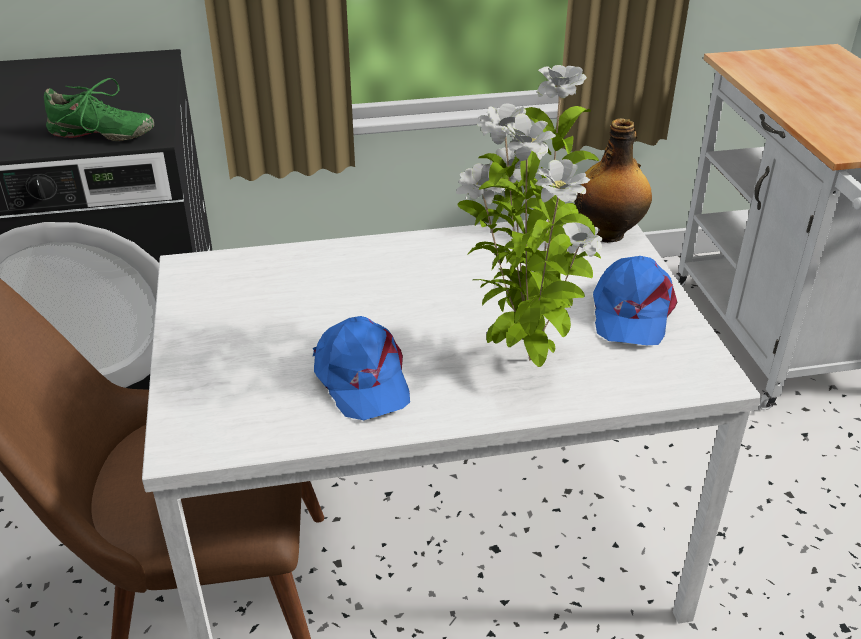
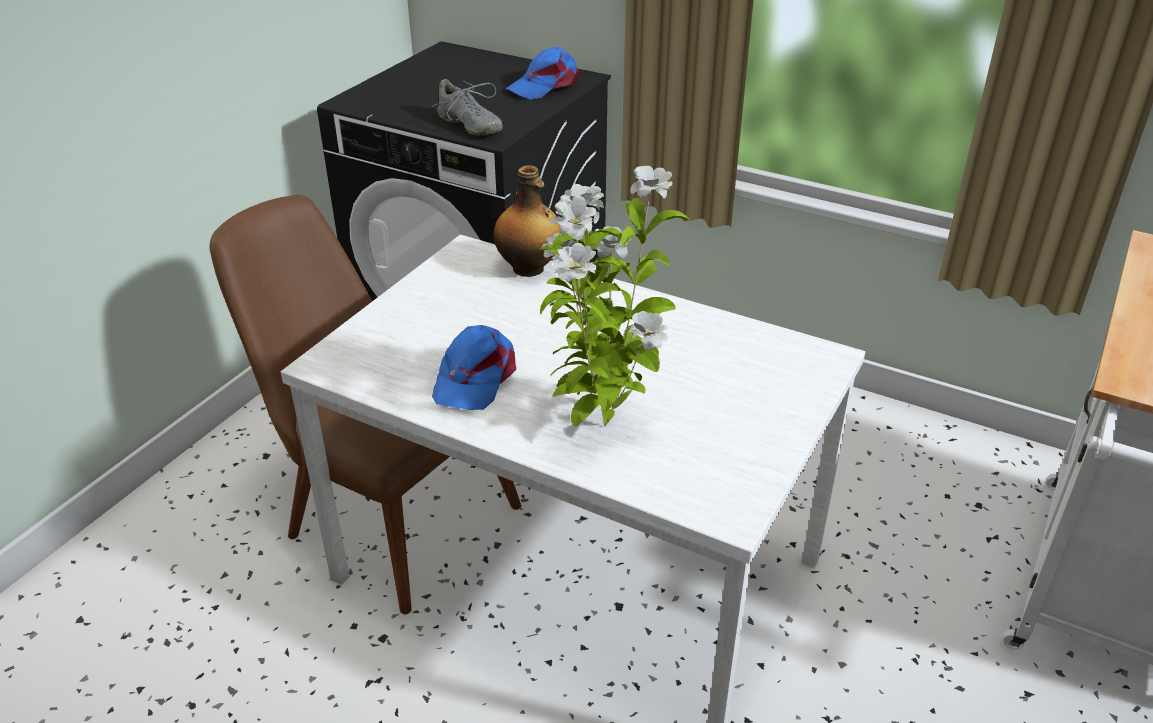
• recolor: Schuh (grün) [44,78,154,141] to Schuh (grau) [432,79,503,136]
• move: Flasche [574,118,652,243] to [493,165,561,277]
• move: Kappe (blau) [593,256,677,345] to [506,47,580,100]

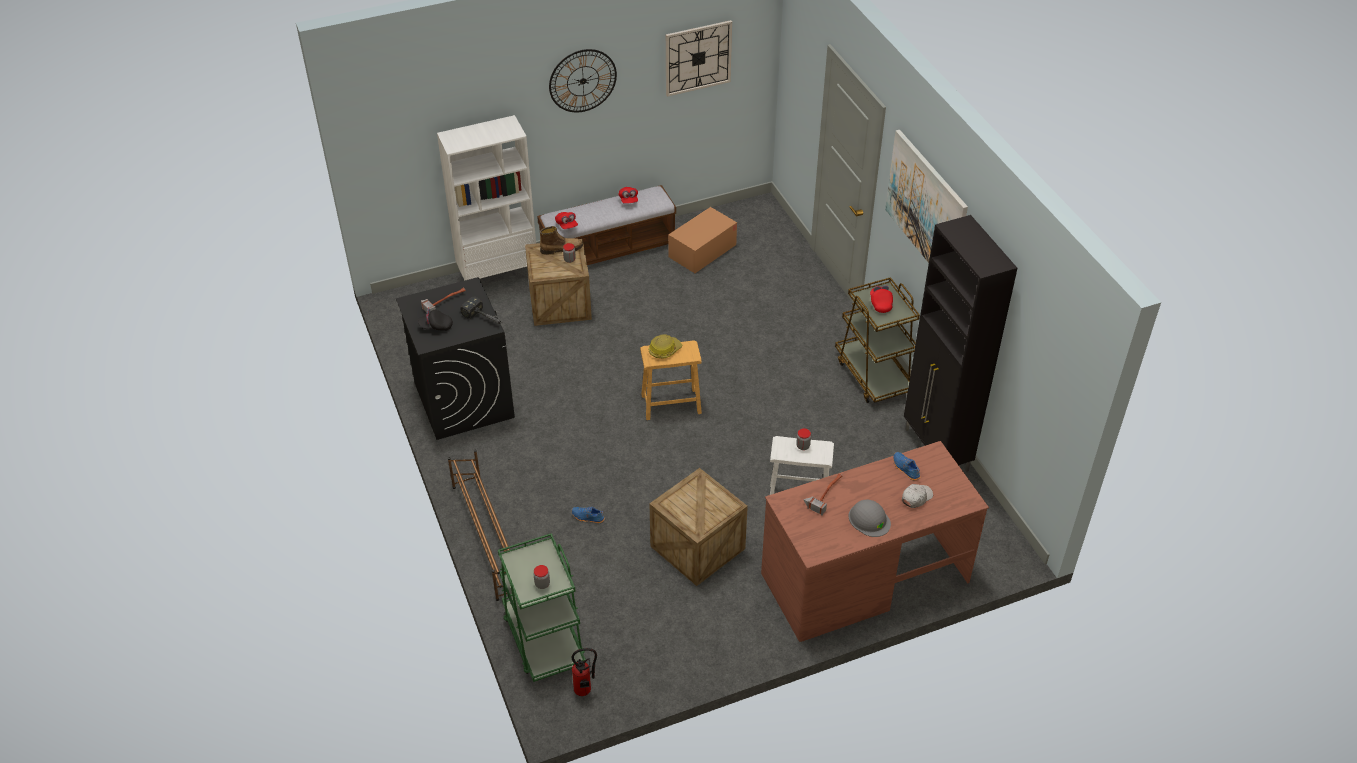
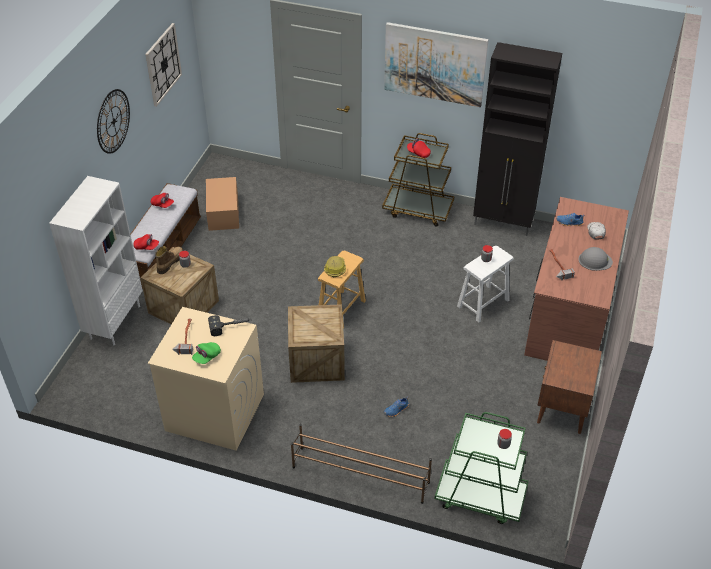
• recolor: Waschmaschine (schwarz) [396,277,515,440] to Waschmaschine (beige) [148,307,264,451]
• recolor: Kappe (schwarz) [418,308,453,331] to Kappe (grün) [192,342,221,364]
• move: Kiste [649,468,748,586] to [288,304,345,383]
• insert: Nachttisch (braun) [537,340,602,434]
• delete: Feuerlöscher [572,648,597,696]

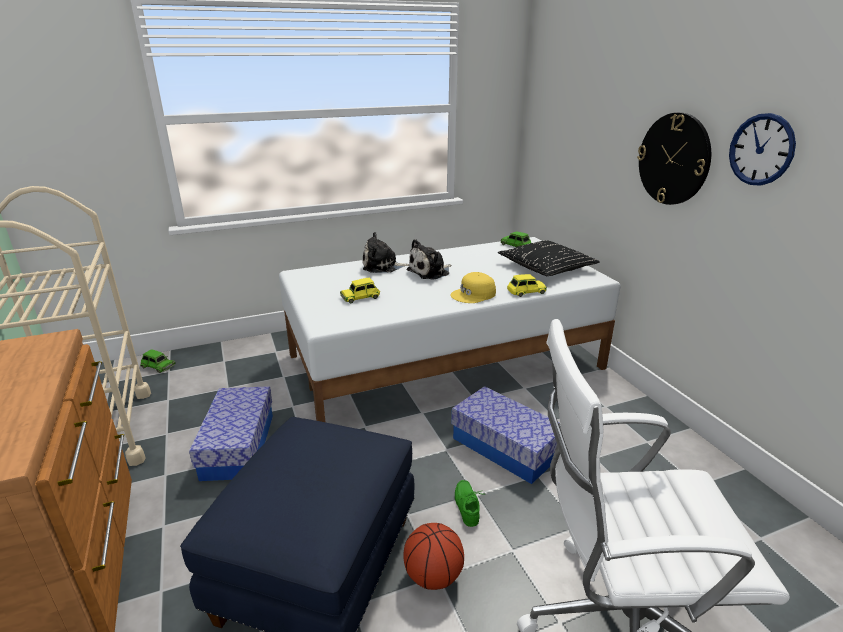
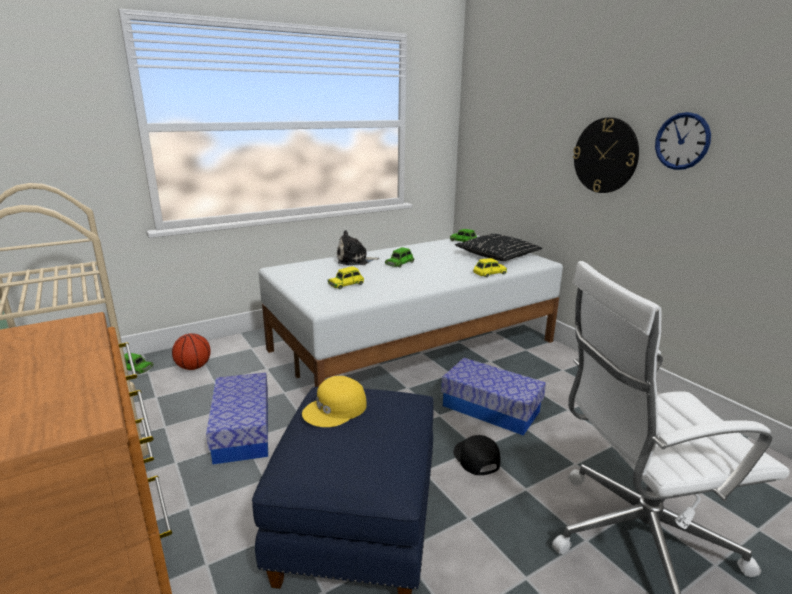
• move: Basketball [403,523,464,590] to [172,333,211,370]
• move: Kappe (gelb) [451,272,496,303] to [302,376,367,427]
• replace: Plüschtier [406,239,452,280] to Spielzeugauto (grün) [385,247,414,268]
• replace: Schuh (grün) [455,480,485,527] to Kappe (schwarz) [454,435,501,475]

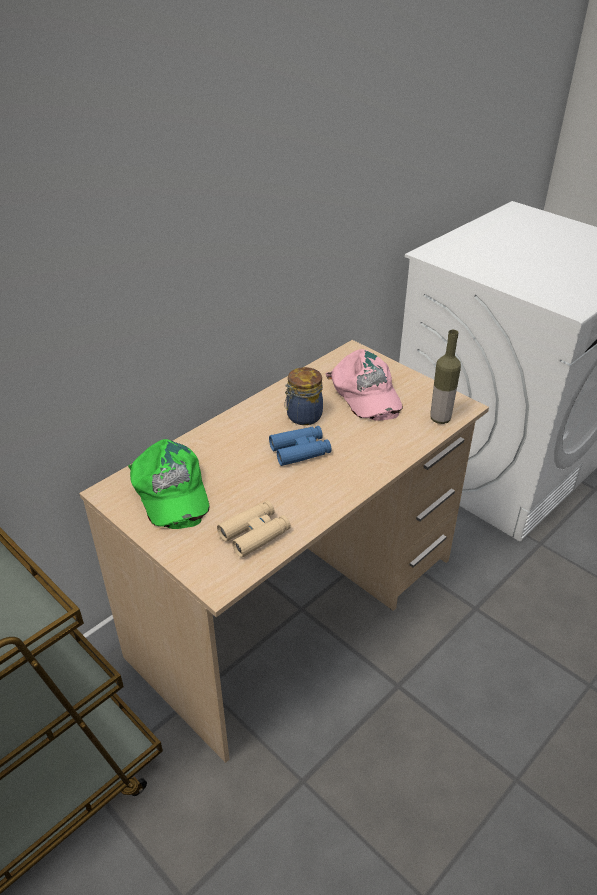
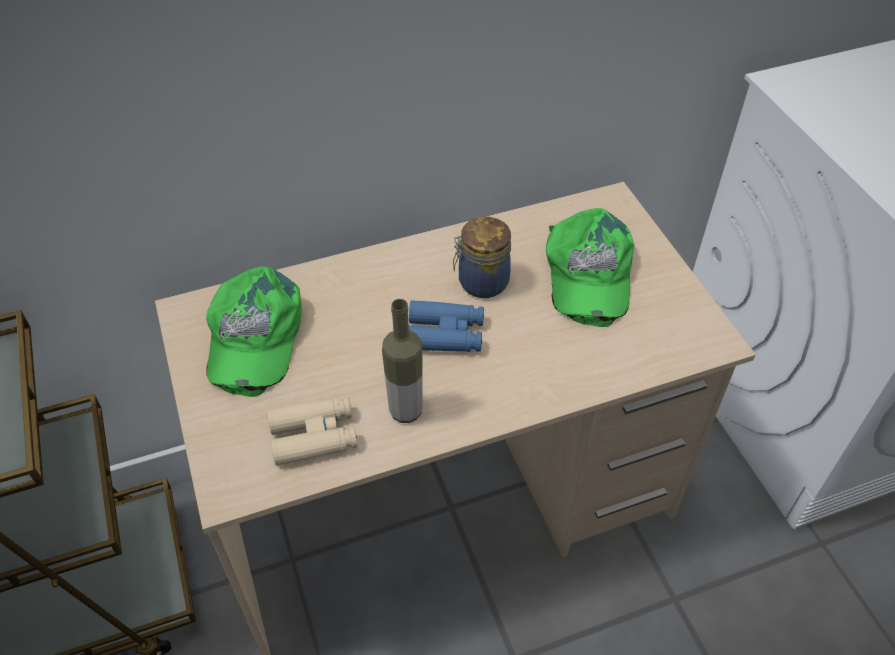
• move: Flasche [431,330,461,424] to [382,299,423,423]
• recolor: Kappe (rosa) [325,349,403,421] to Kappe (grün) [546,208,634,327]

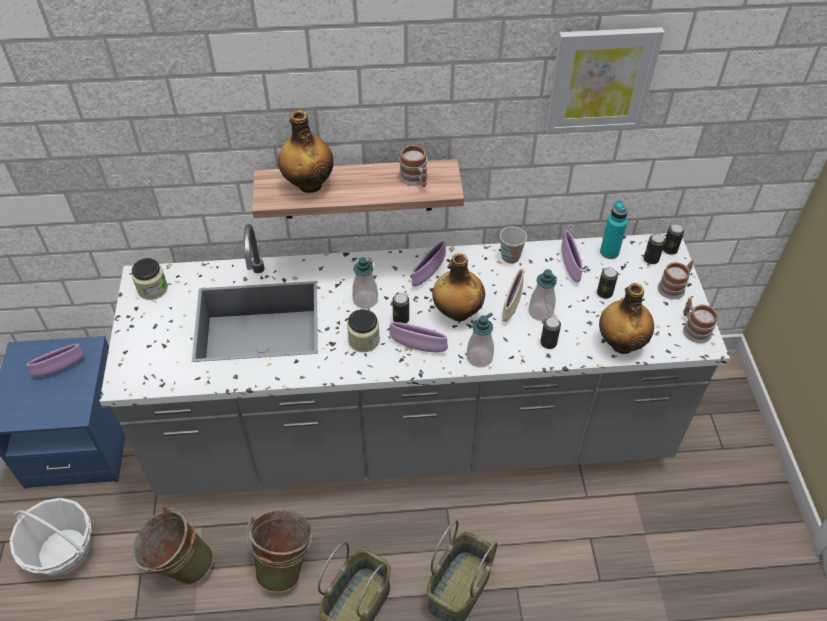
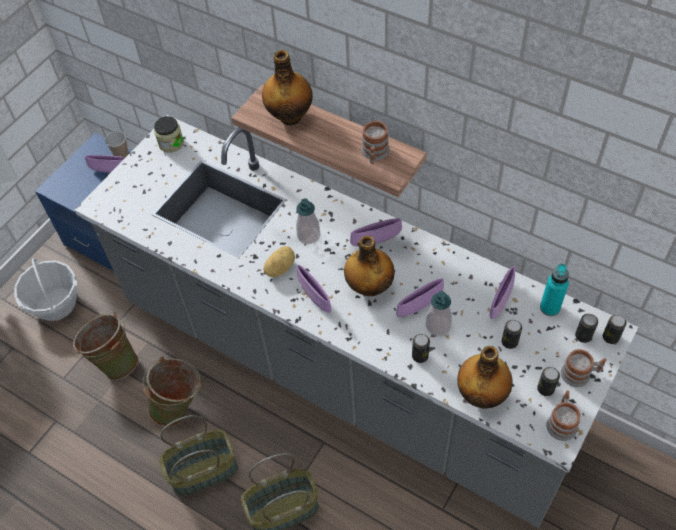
• move: Tasse [500,226,527,264] to [105,131,128,158]
• replace: Vorratsglas [347,309,380,352] to Kartoffel [263,246,295,277]
• recolor: Schüssel (beige) [502,268,524,321] to Schüssel (lila) [396,278,444,317]
• move: Dose [392,293,409,323] to [537,367,560,396]
• delete: Seifenspender [467,313,494,367]
• delete: Bild [546,27,664,133]

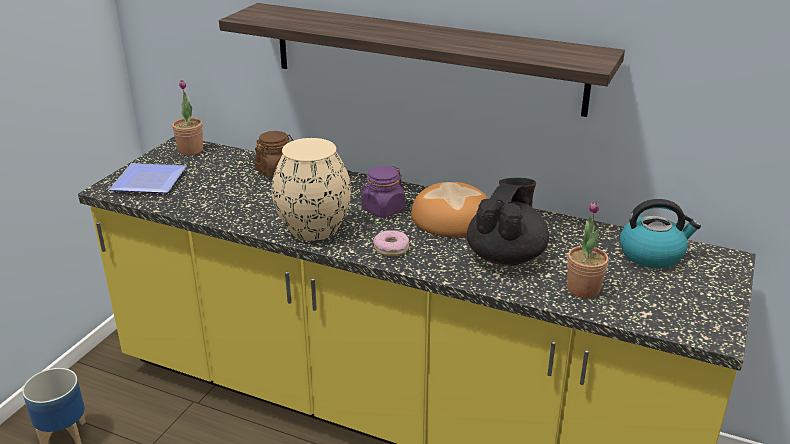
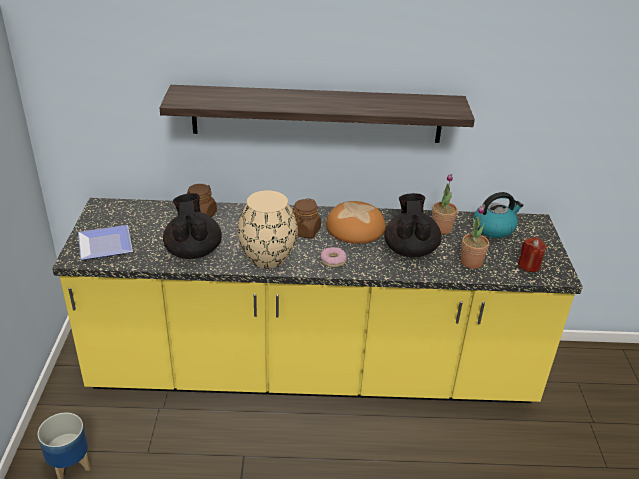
• insert: Teekanne (schwarz) [163,193,222,259]
• recolor: Vorratsglas (lila) [361,166,406,218] to Vorratsglas (braun) [293,198,321,239]
• move: Topfpflanze [172,80,203,155] to [432,174,458,234]
• insert: Kerze (rot) [518,237,547,272]

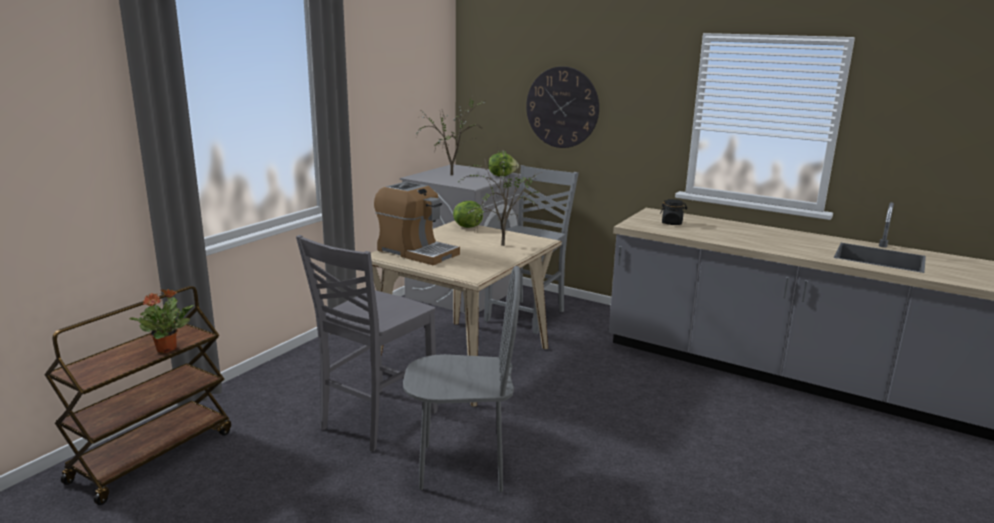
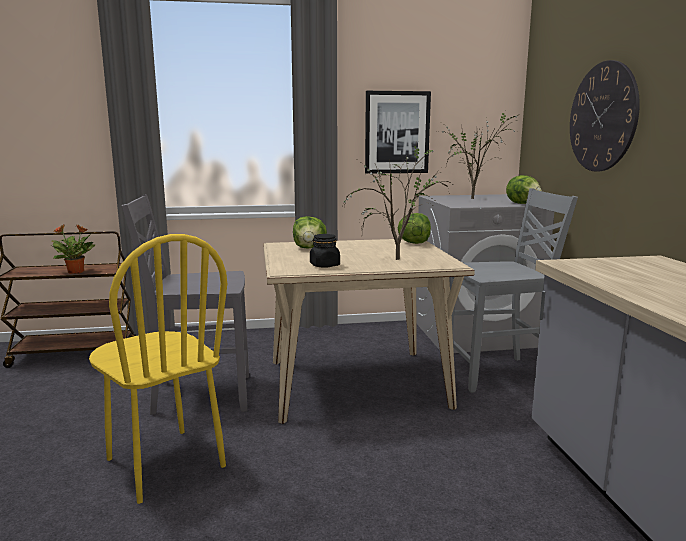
• recolor: Stuhl (grau) [403,266,521,492] to Stuhl (gelb) [89,234,227,504]
• replace: Kaffeemaschine [374,182,460,265] to Salatkopf [293,216,327,249]
• move: Vorratsglas (schwarz) [660,199,687,225] to [310,234,340,268]
• insert: Bild [365,91,431,174]

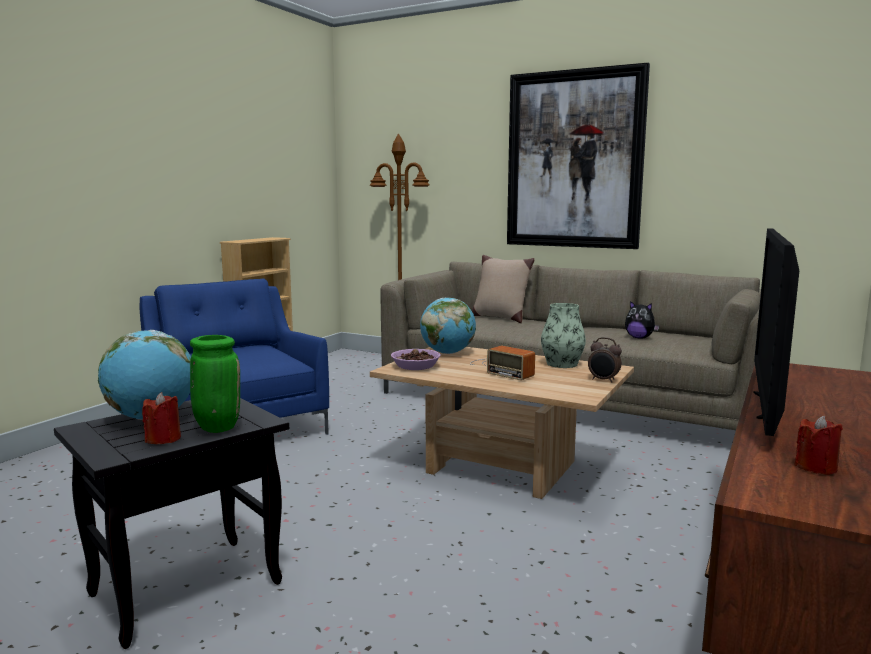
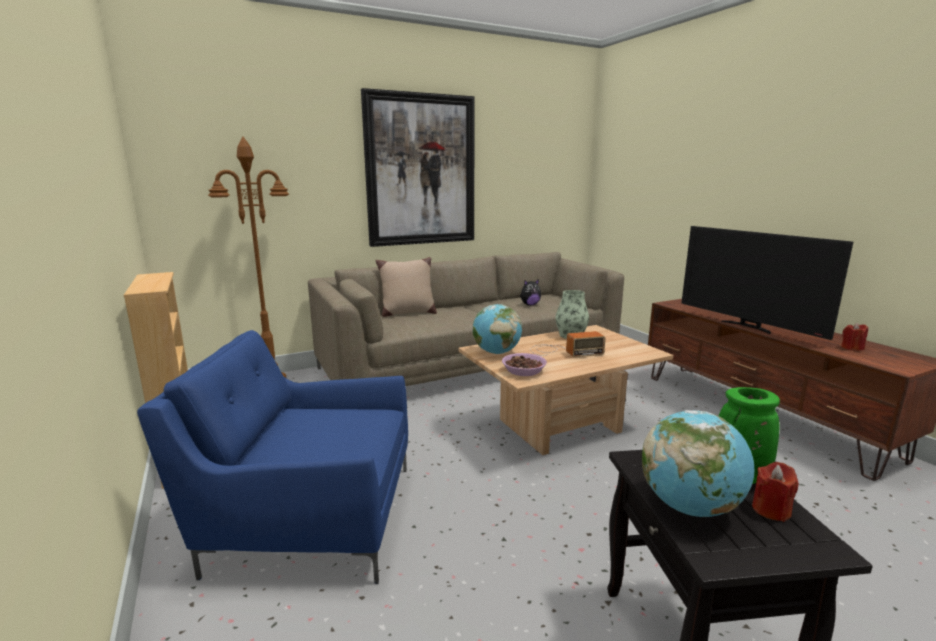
• delete: Wecker [588,337,622,383]

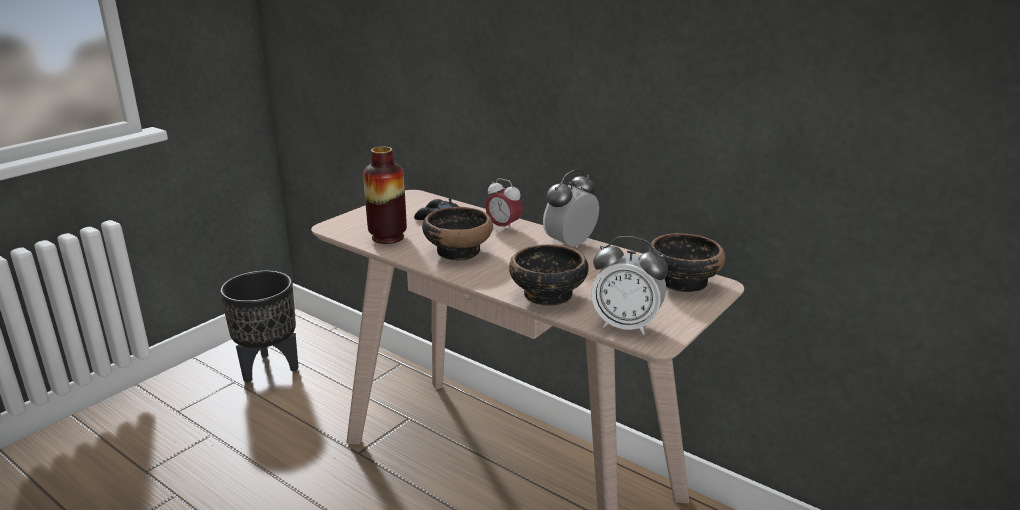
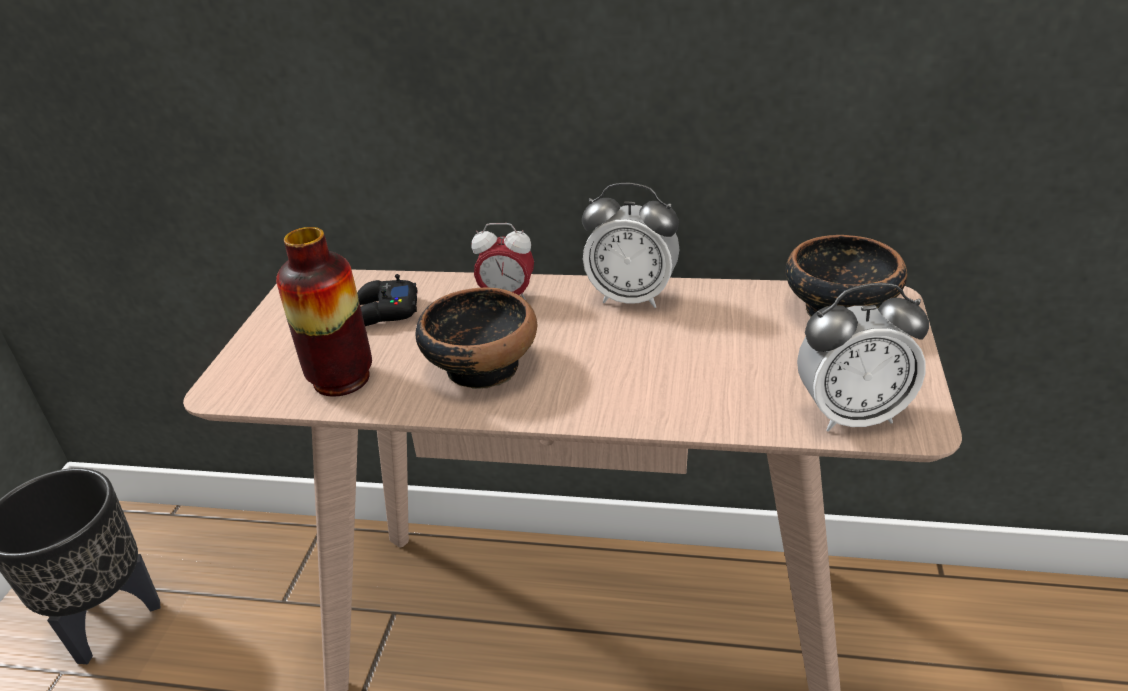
• rotate: Wecker [543,169,599,248] = [582,183,679,308] 90 degrees counterclockwise
• delete: Schüssel [509,244,589,306]

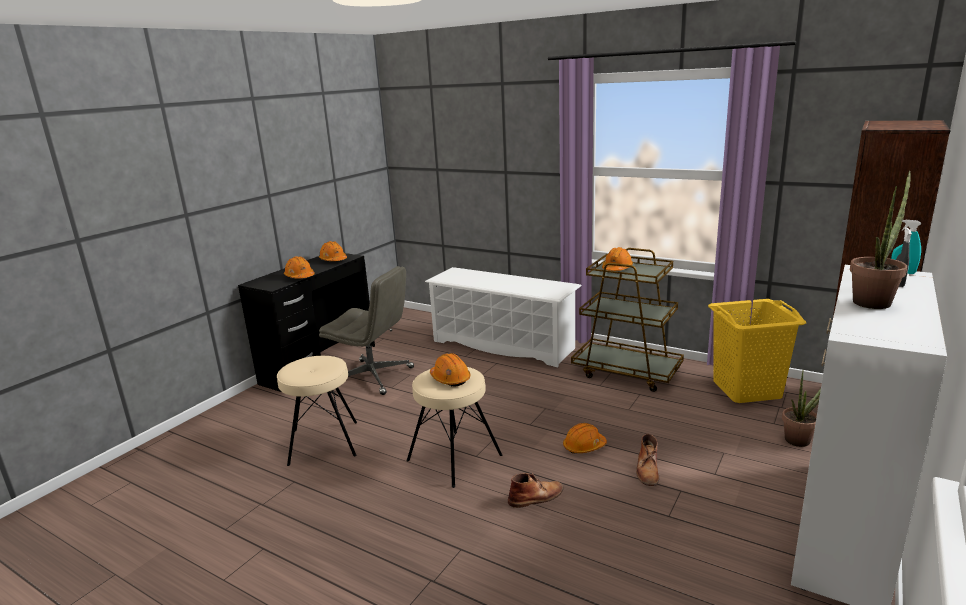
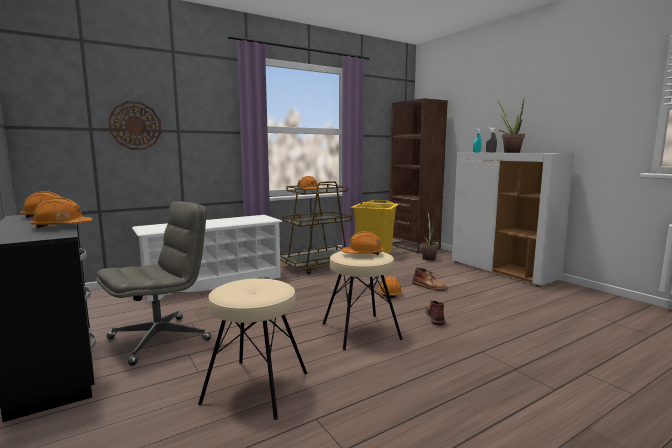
• insert: Wanduhr [108,101,161,150]

